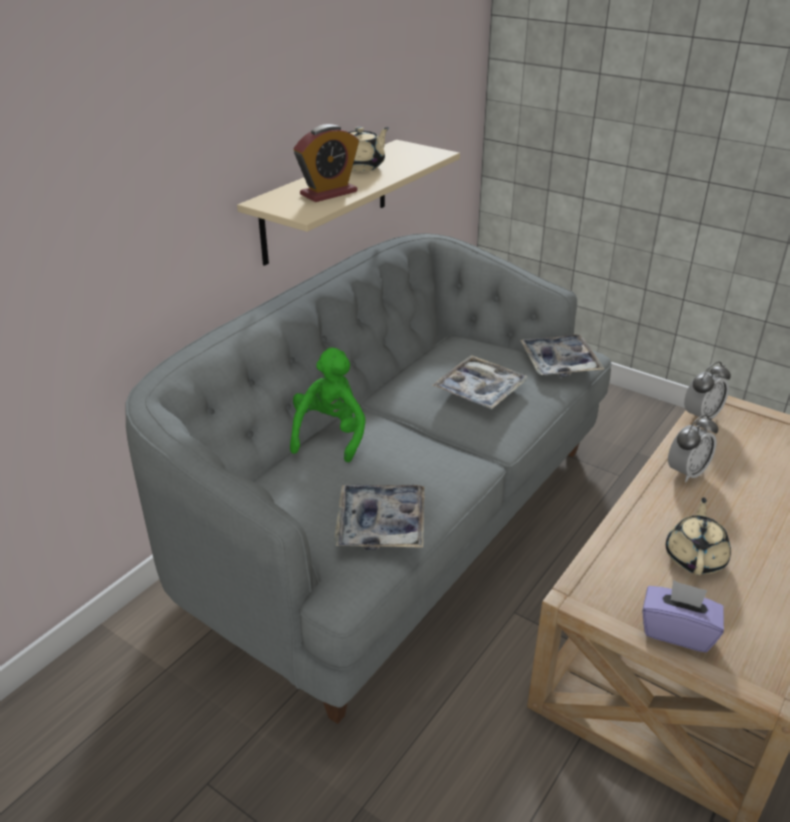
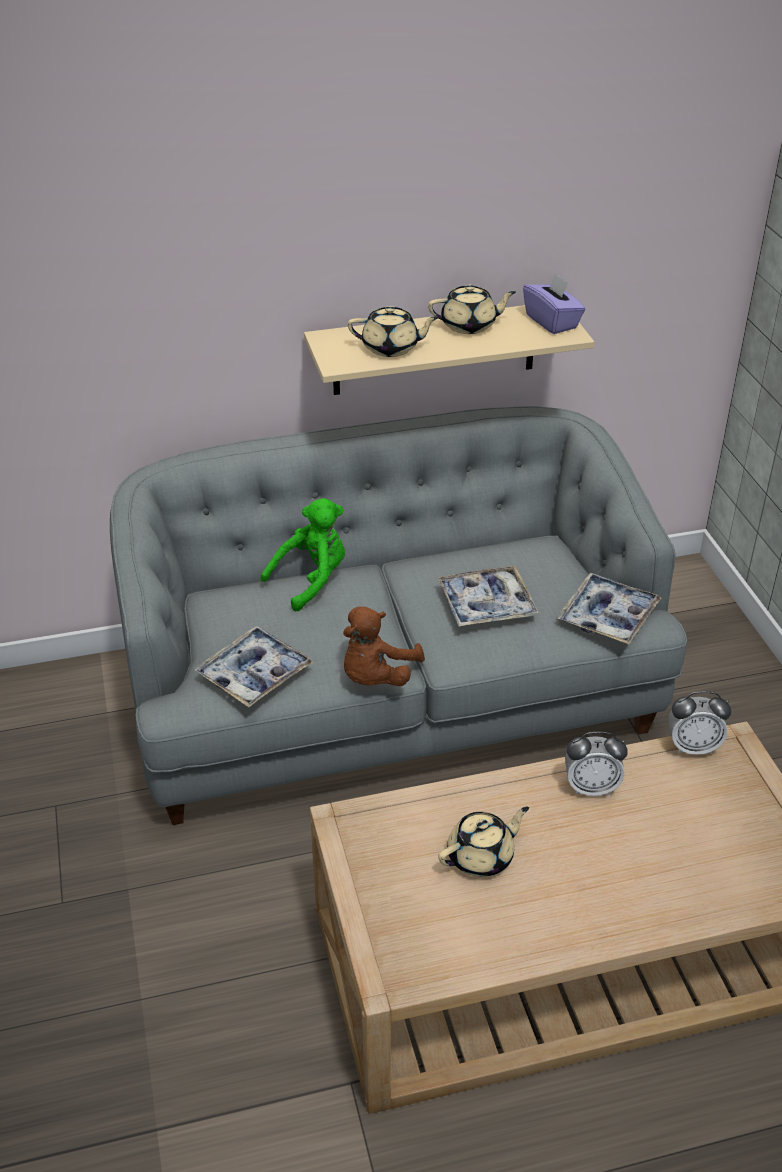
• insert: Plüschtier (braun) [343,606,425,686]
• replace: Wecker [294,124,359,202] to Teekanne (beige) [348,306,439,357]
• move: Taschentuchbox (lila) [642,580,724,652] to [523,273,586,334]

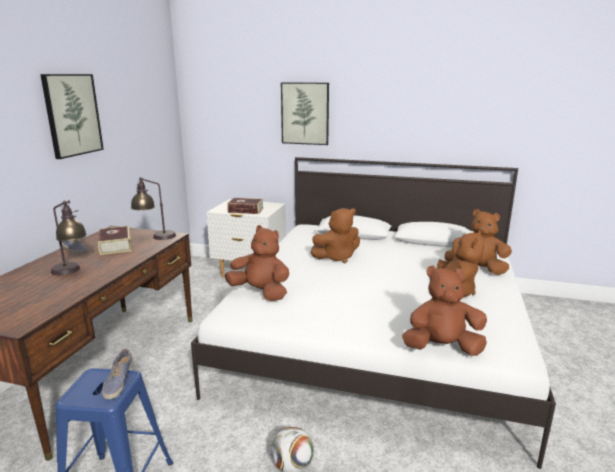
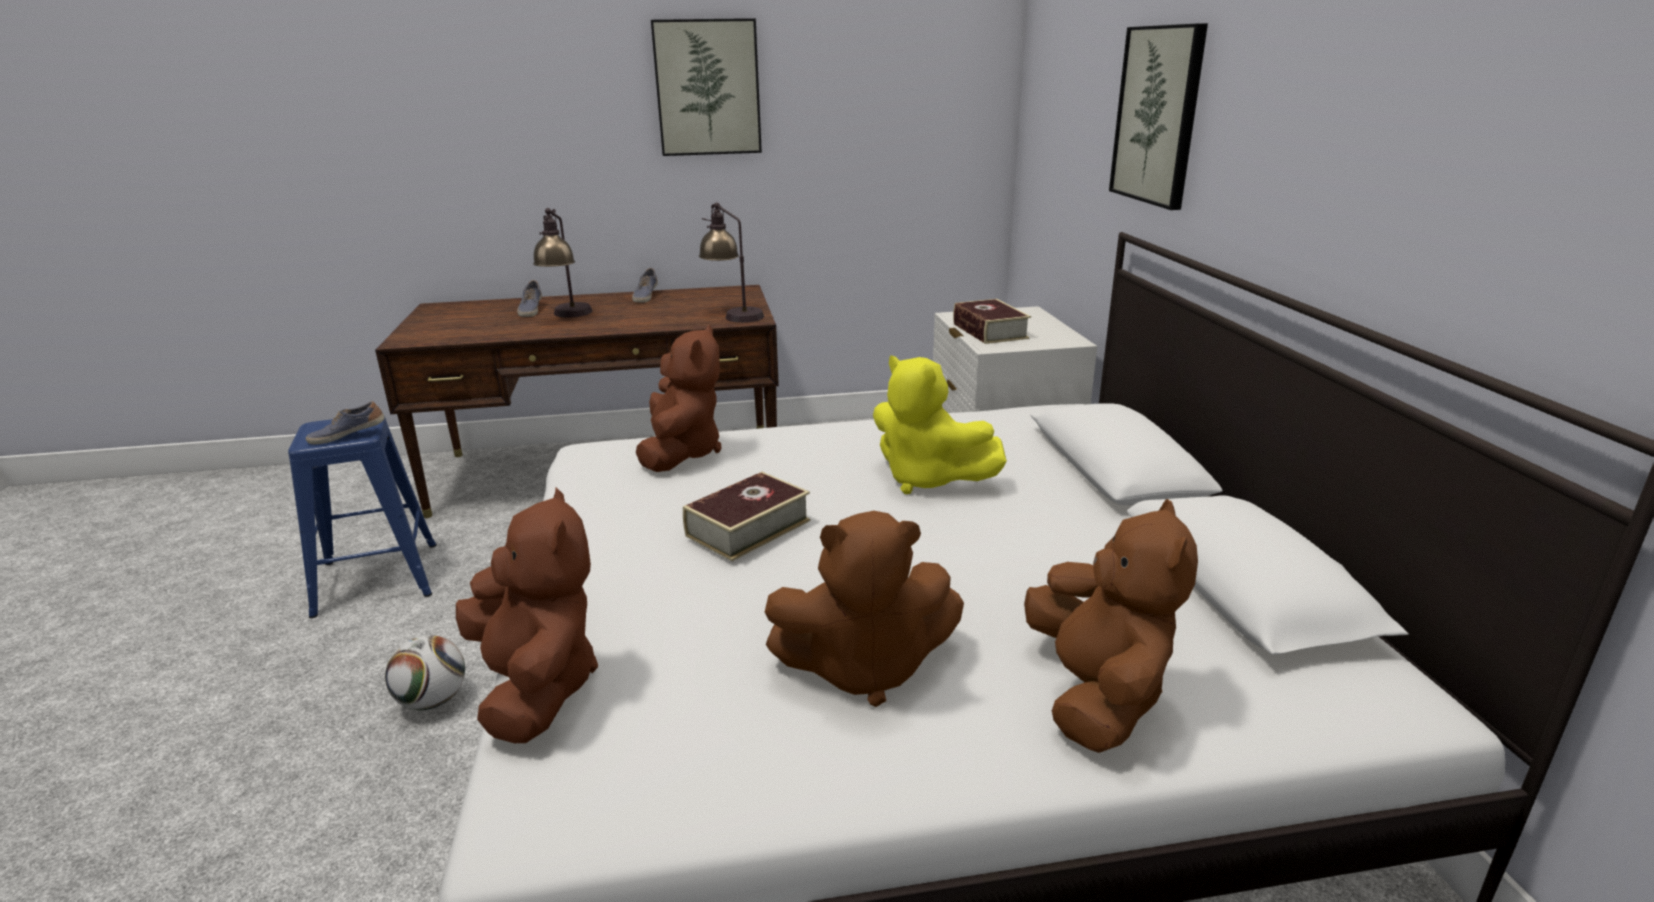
• insert: Schuh [517,280,542,317]
• move: Buch [98,226,131,255] to [683,472,810,561]
• recolor: Plüschtier (braun) [311,208,360,263] to Plüschtier (gelb) [873,355,1007,494]

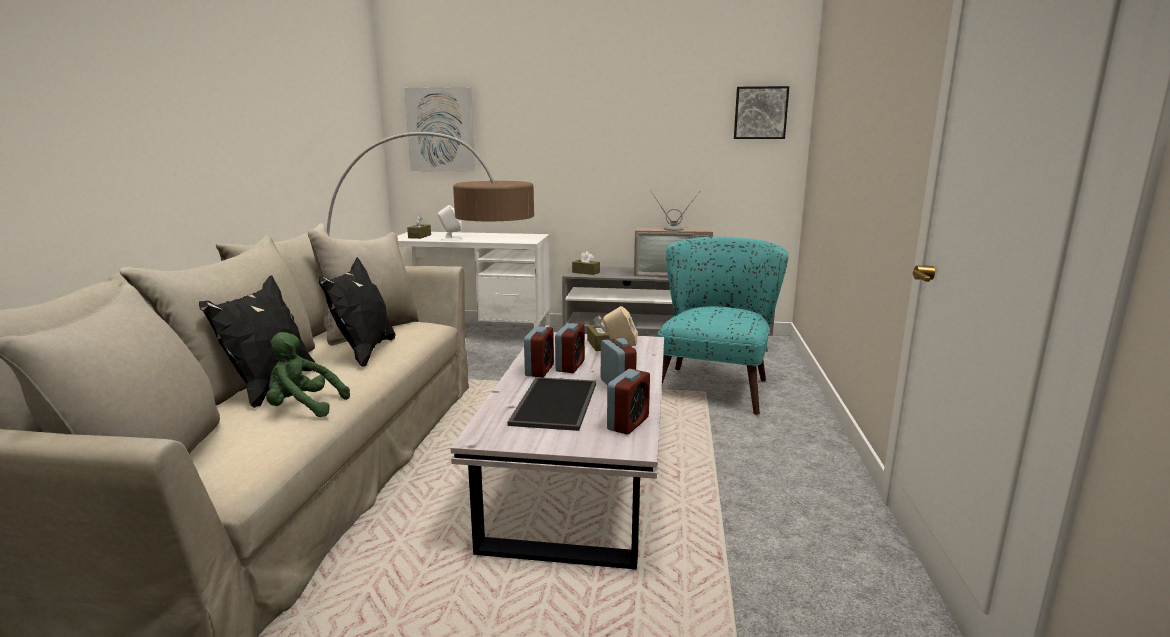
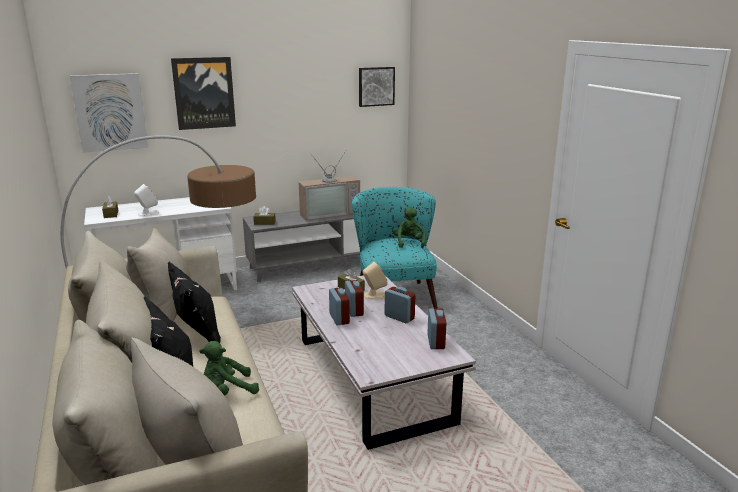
• insert: Bild [171,57,236,130]
• insert: Plüschtier (grün) [393,207,426,248]
• delete: Tablett [508,377,596,431]

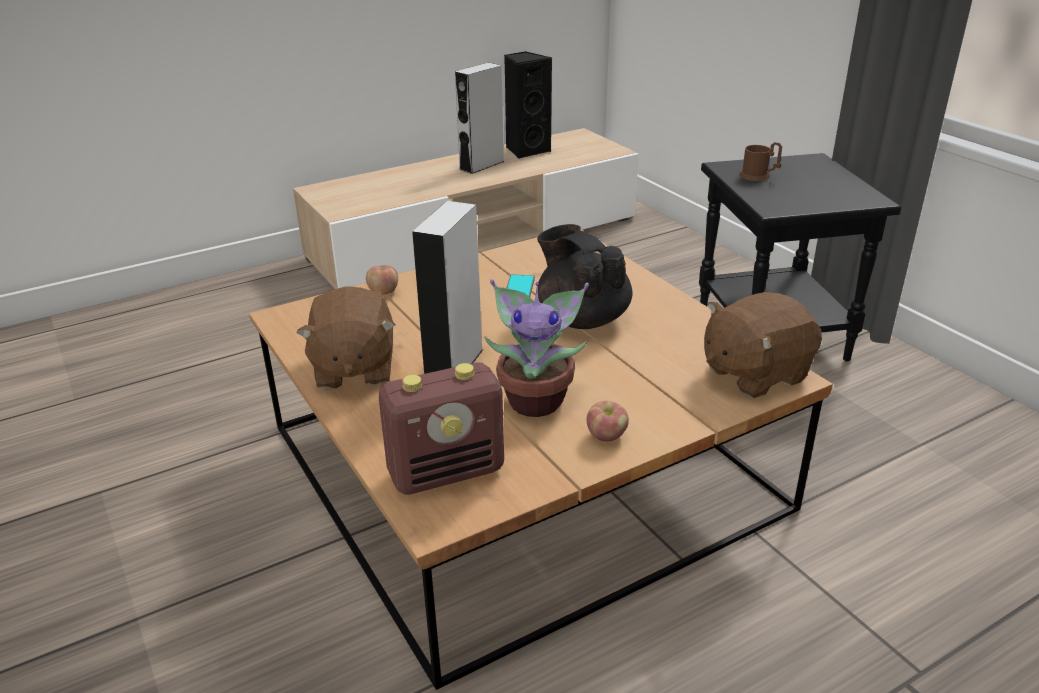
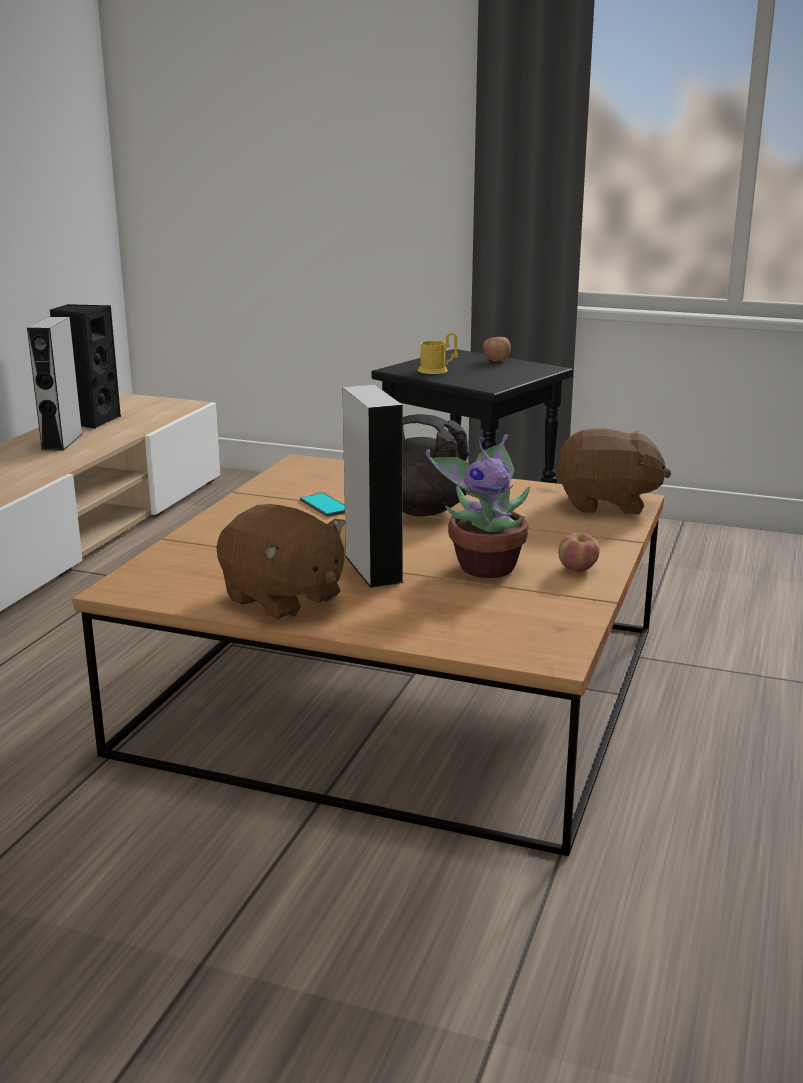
• recolor: Henkelbecher (braun) [739,142,782,181] to Henkelbecher (gelb) [418,333,458,374]
• move: Apfel [366,265,398,295] to [483,337,511,361]
• rotate: Plüschtier (braun) [704,292,822,398] = [554,429,671,514] 105 degrees counterclockwise
• delete: Radio [379,362,504,495]

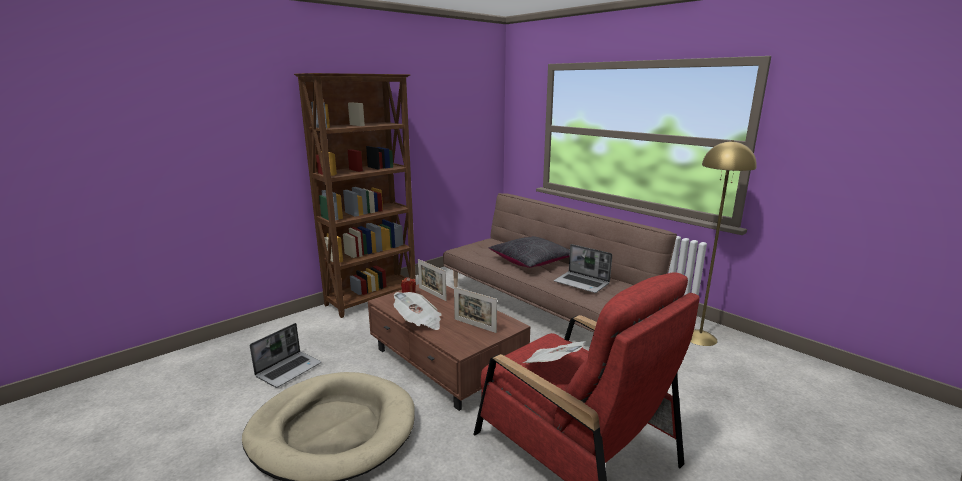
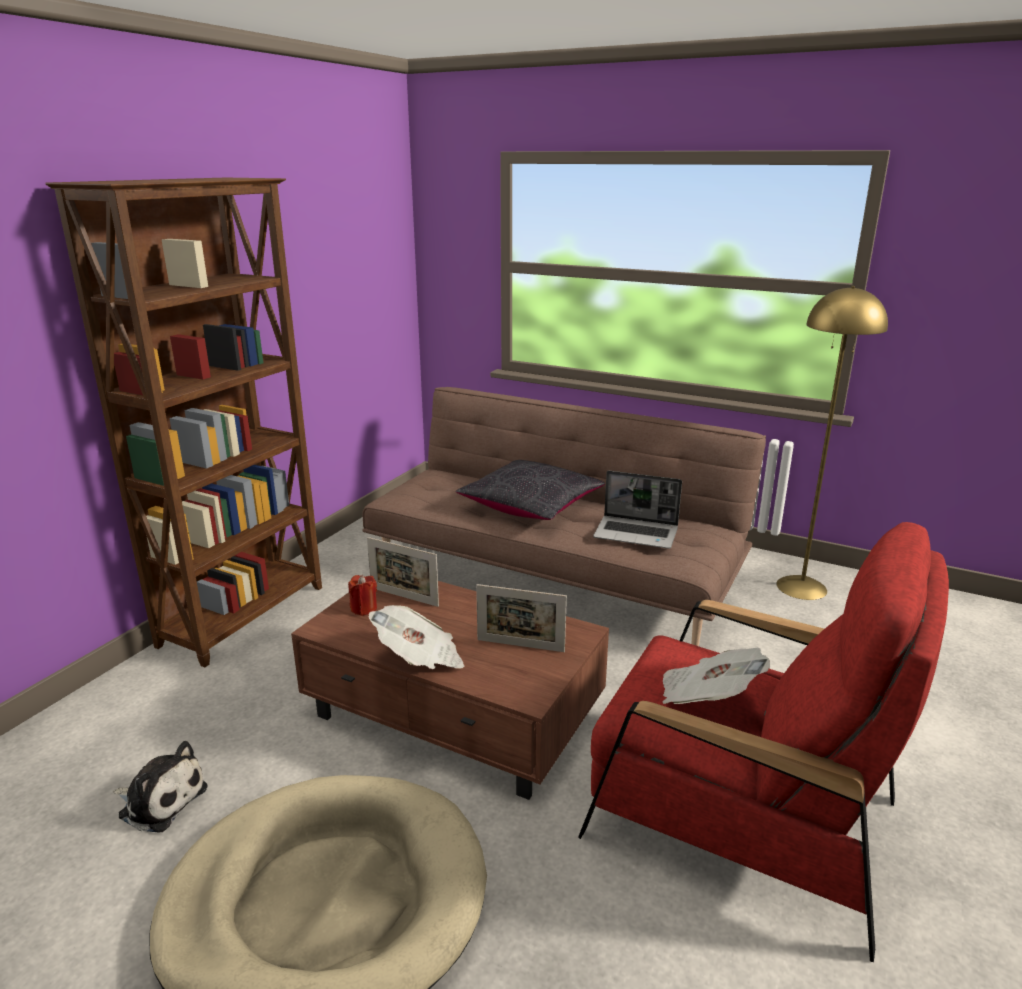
• replace: Laptop [250,323,321,388] to Plüschtier [113,741,208,833]

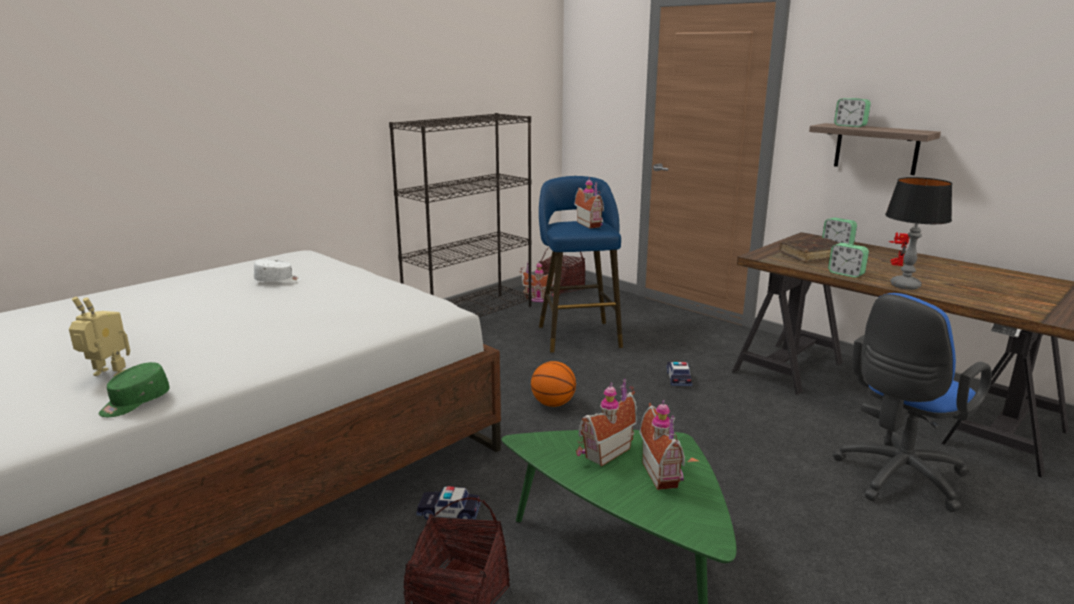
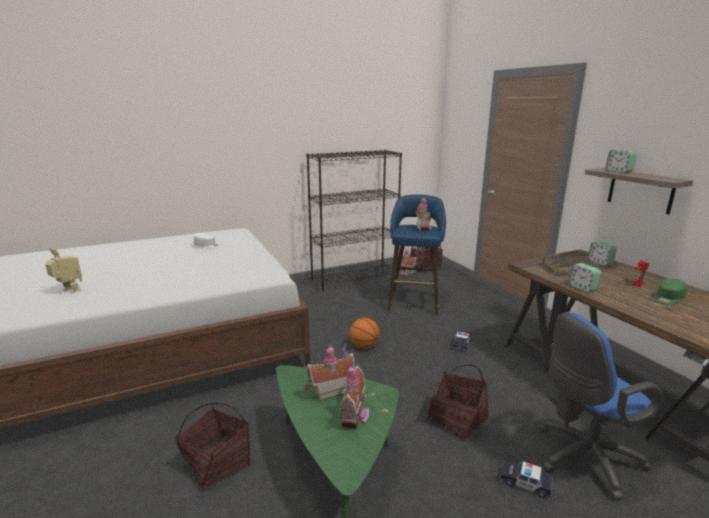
• insert: Korb [428,365,488,442]
• move: Spielzeugauto [416,486,481,520] to [500,461,553,498]
• move: Kappe (grün) [99,362,170,417] to [655,278,687,305]
• delete: Tischlampe [885,177,952,290]

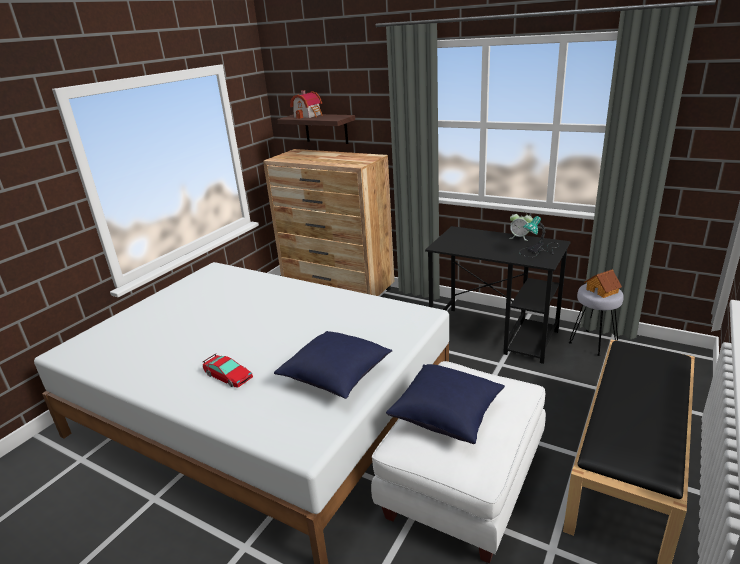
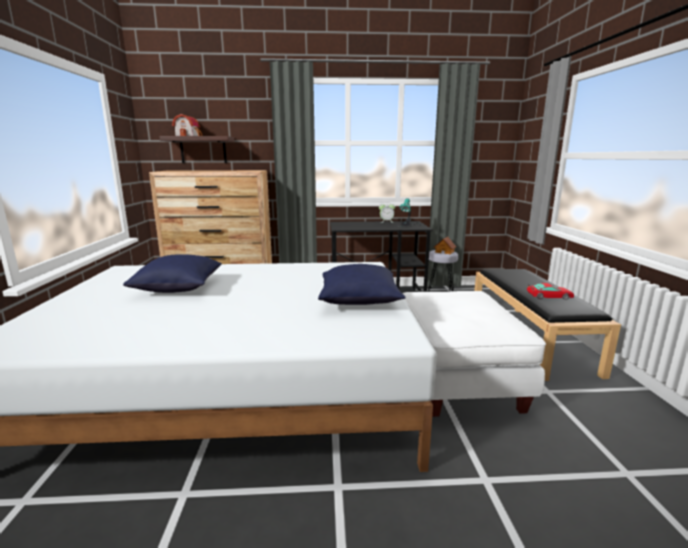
• move: Kissen (blau) [386,364,505,444] to [123,254,222,293]
• move: Spielzeugauto [203,353,253,388] to [527,283,574,300]

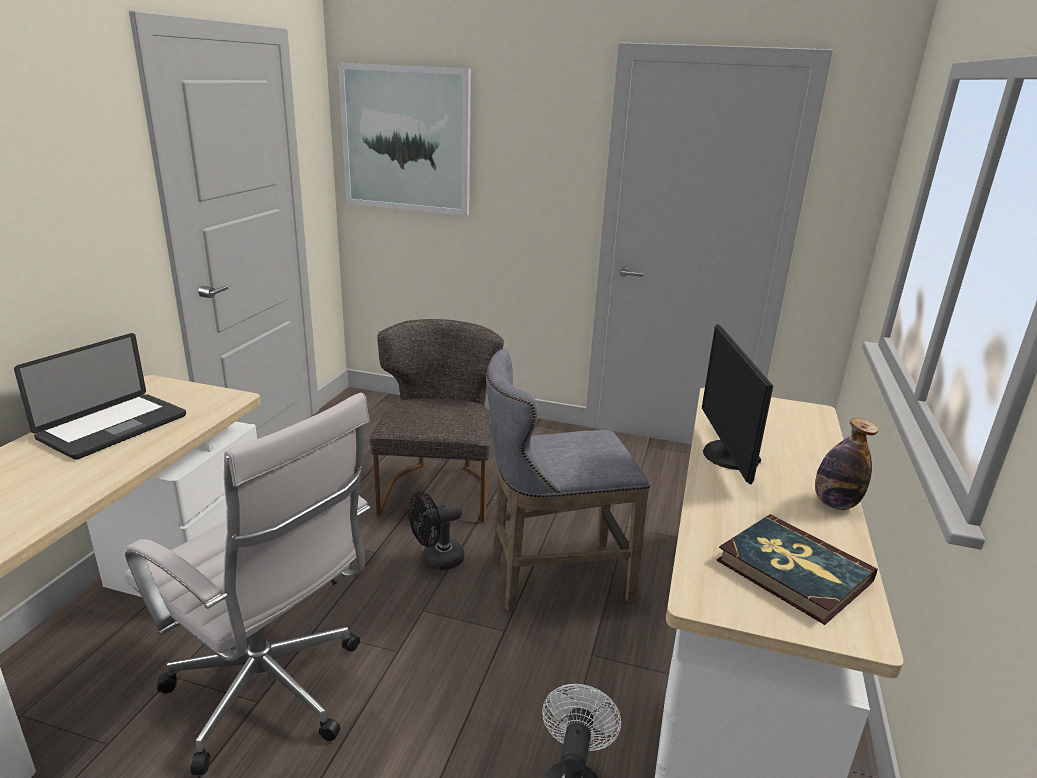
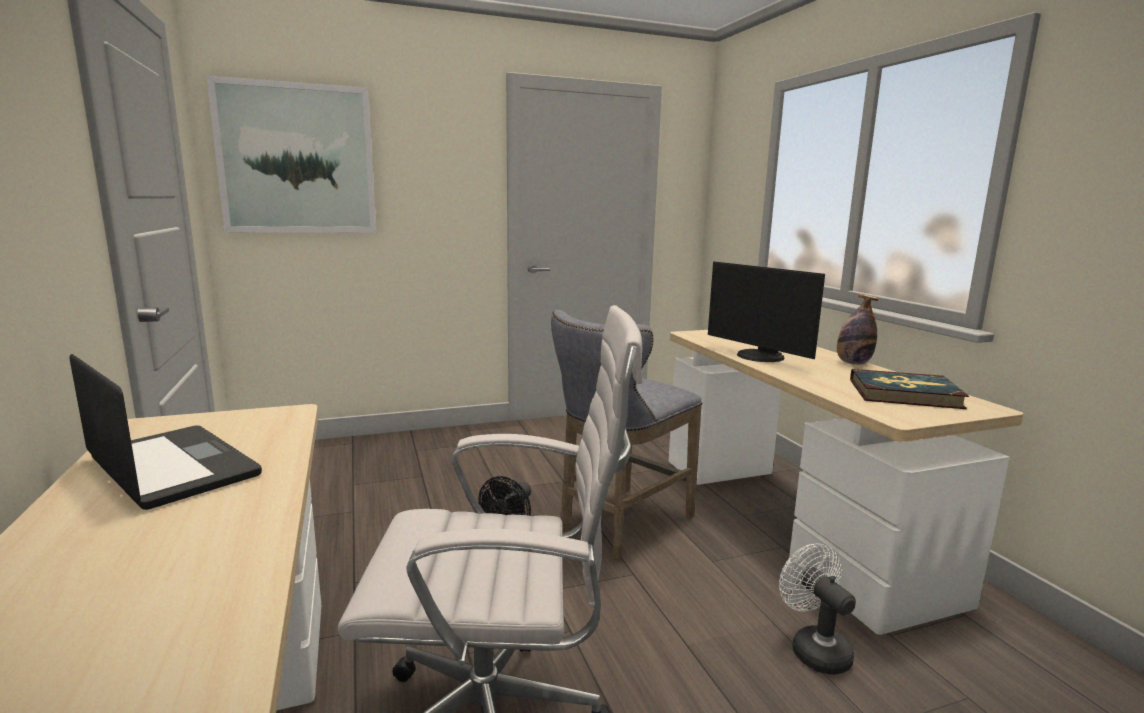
• rotate: Laptop [14,333,186,460] = [69,354,262,510] 45 degrees counterclockwise
• delete: Stuhl (grau) [370,319,504,522]

